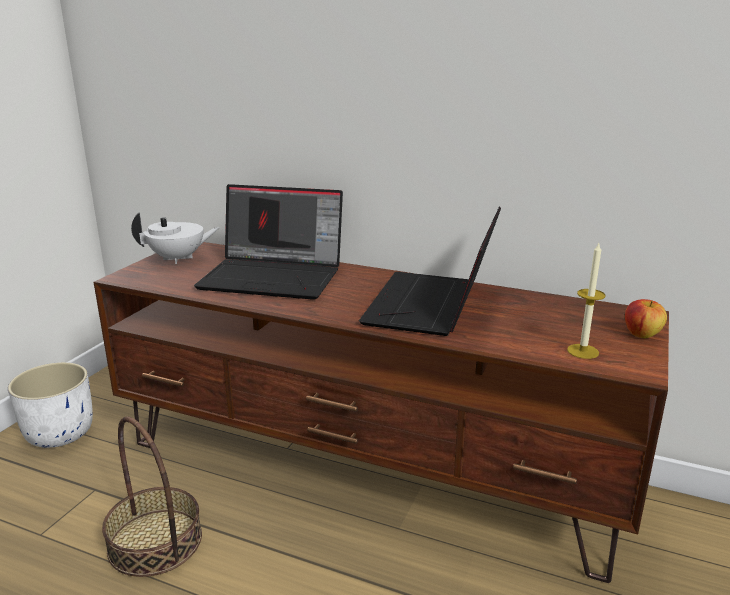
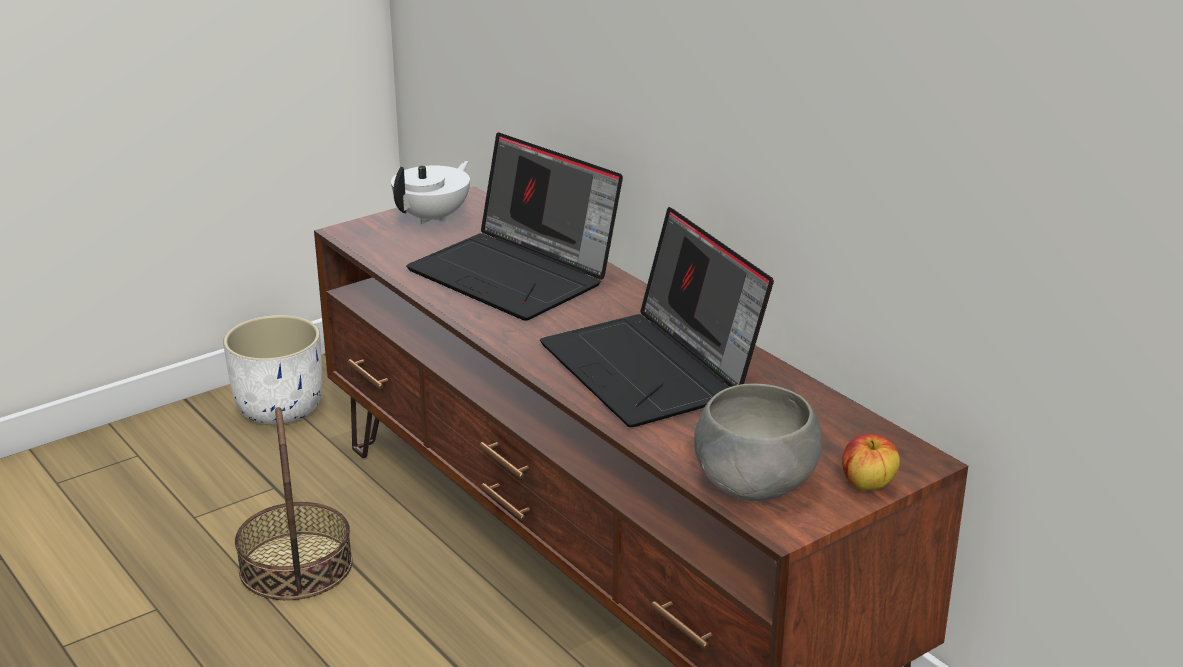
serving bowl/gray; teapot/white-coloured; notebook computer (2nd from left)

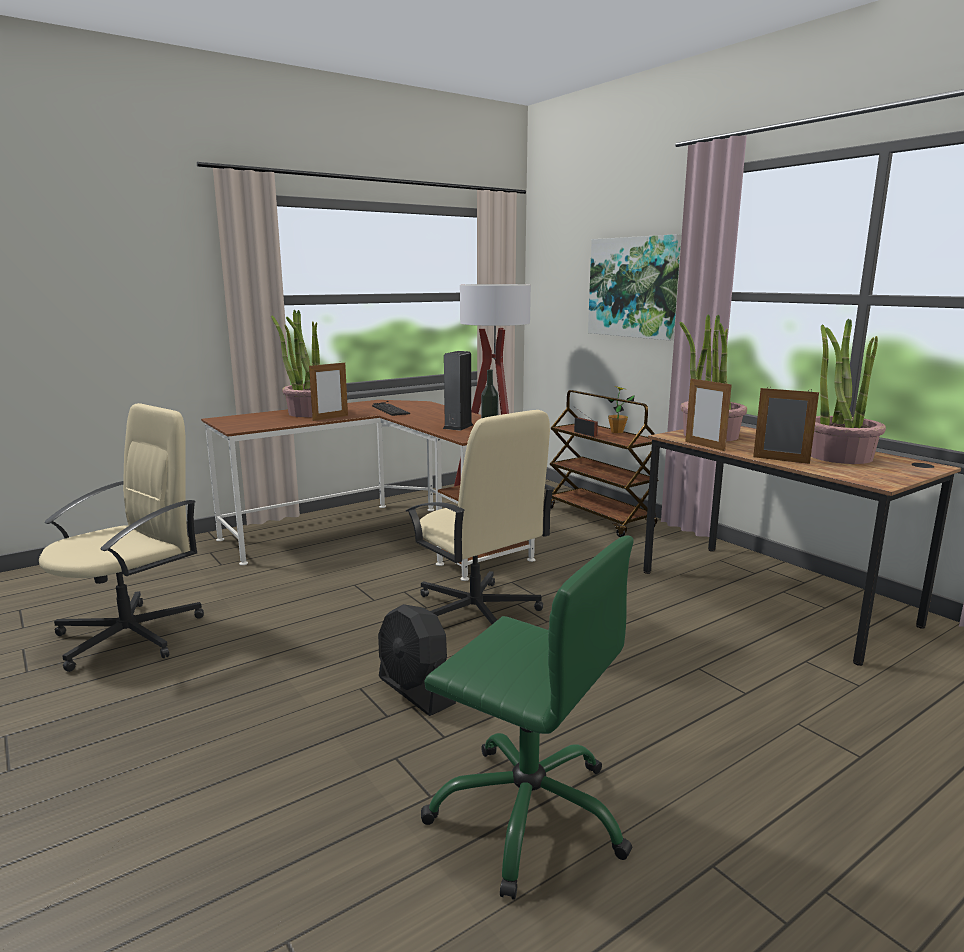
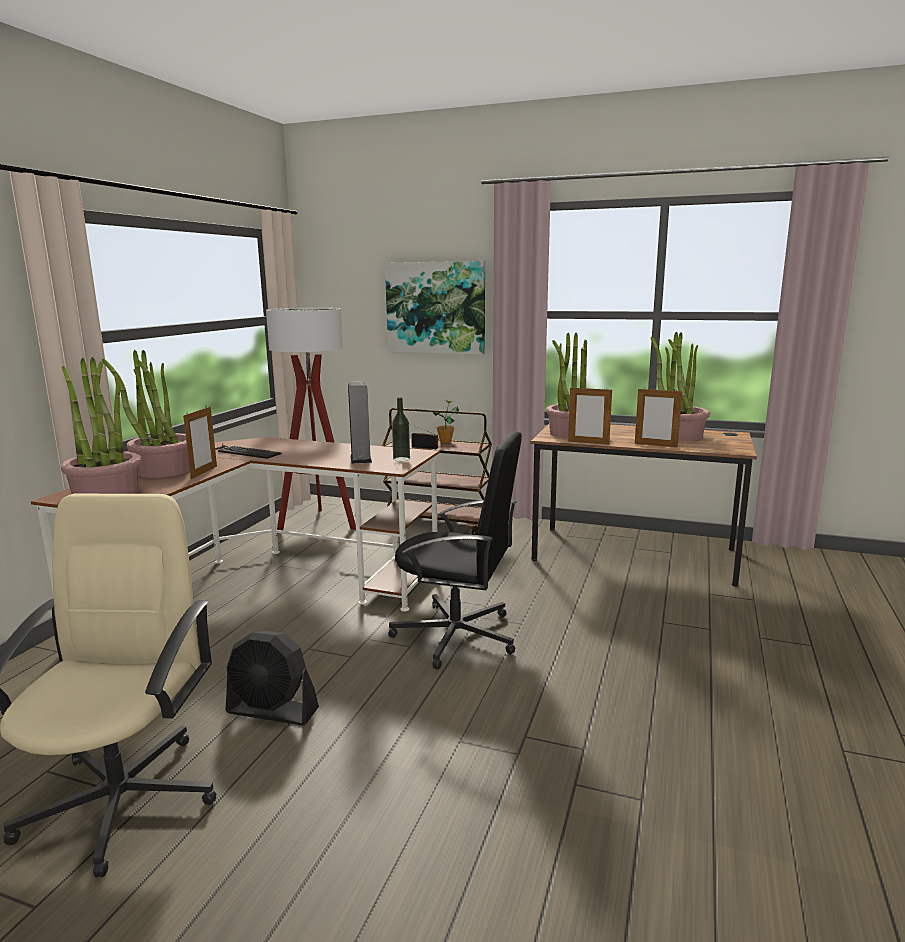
desk chair/green-coloured; houseplant (1st from left); electric fan/black; desk chair/black; picture frame (3rd from left)

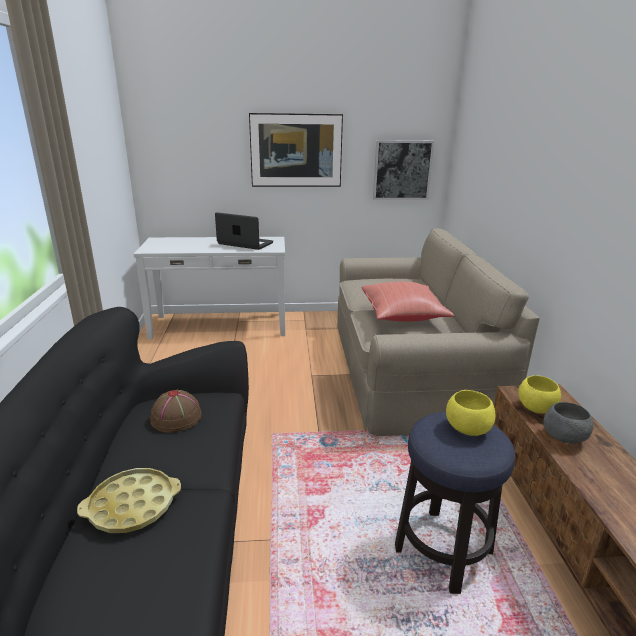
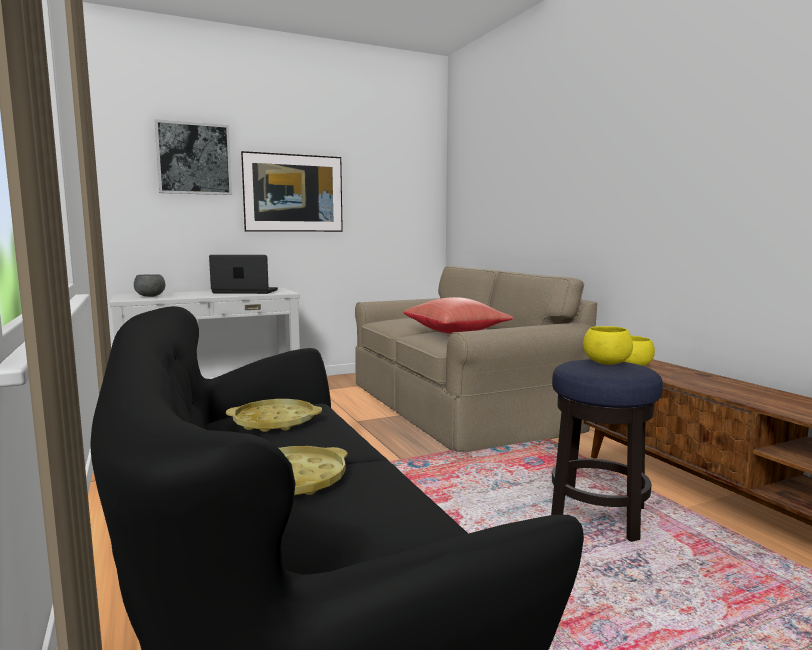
picture (1st from left); serving bowl/gray; serving tray/yellowish (1st from left)

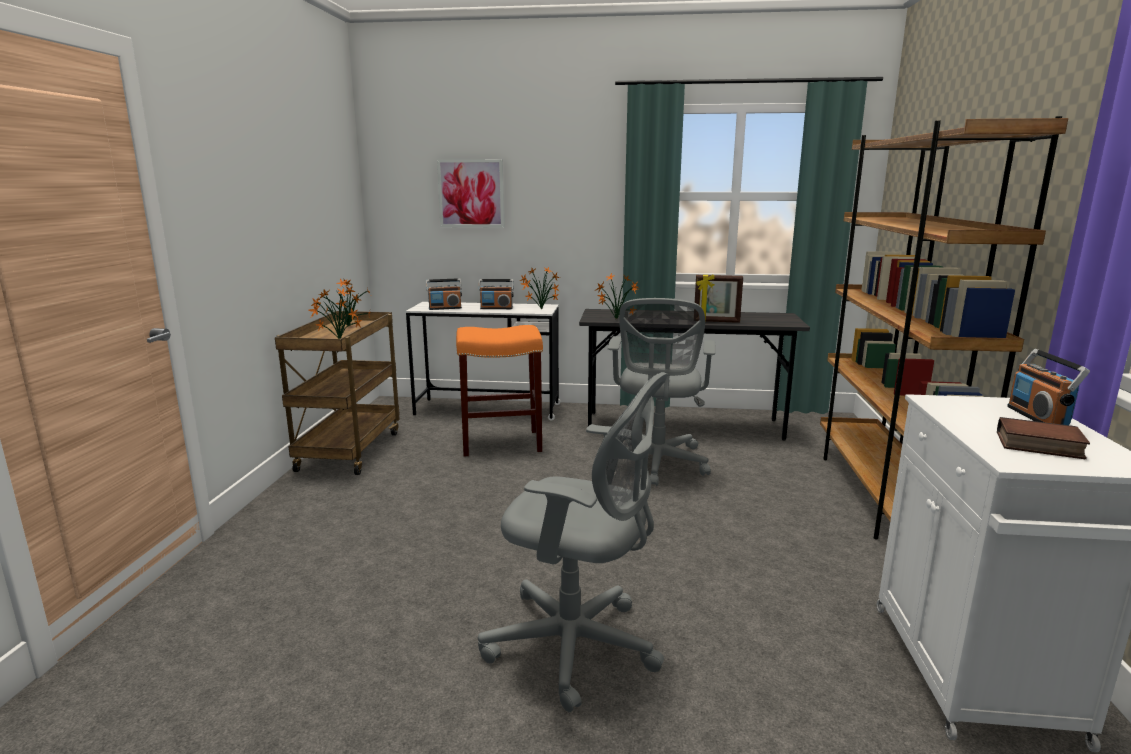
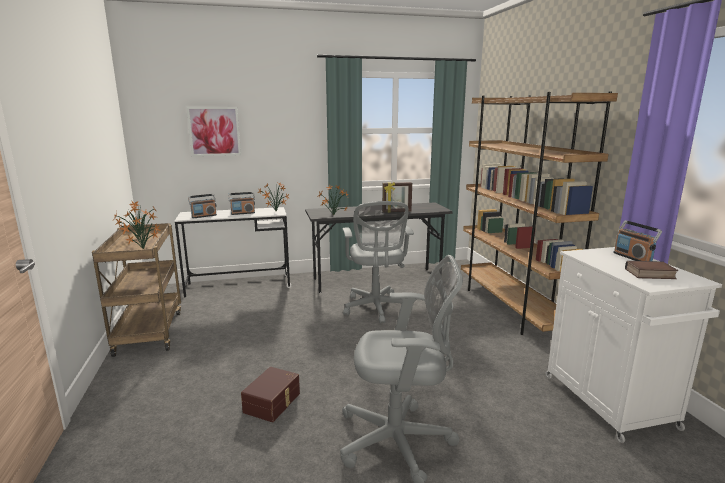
stool seat/orangey; storage box/brownish

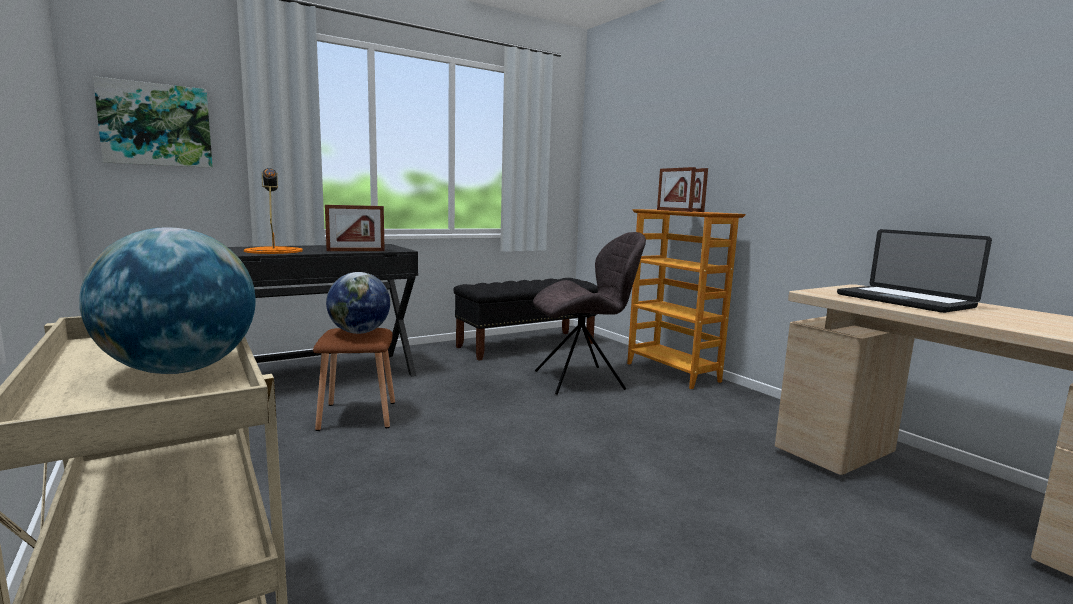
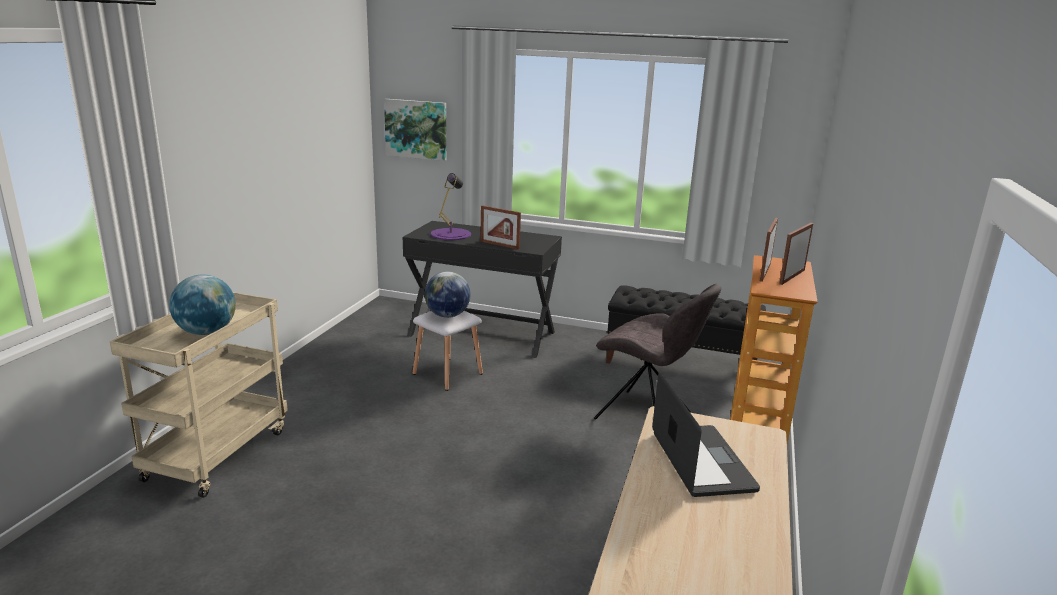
lamp for a table/purplish; stool seat/white-coloured; notebook computer

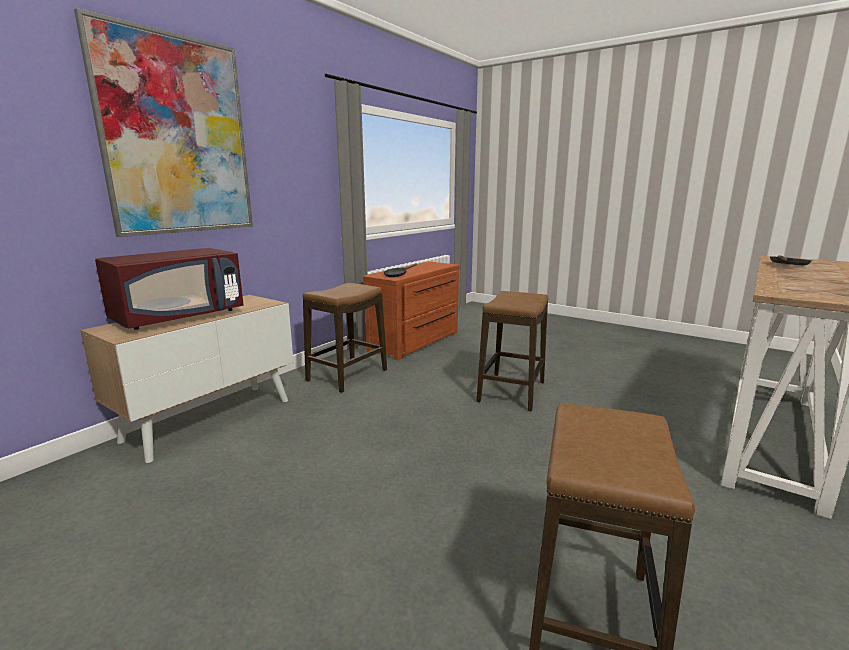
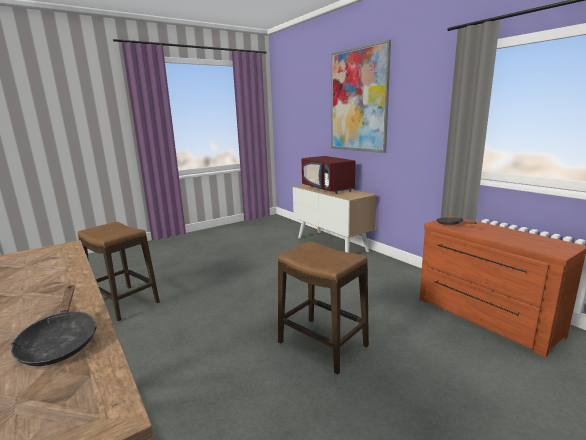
stool seat (1st from left in the first image)

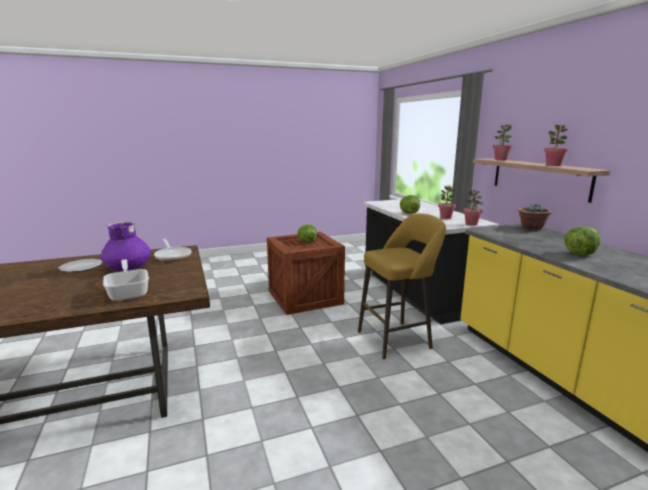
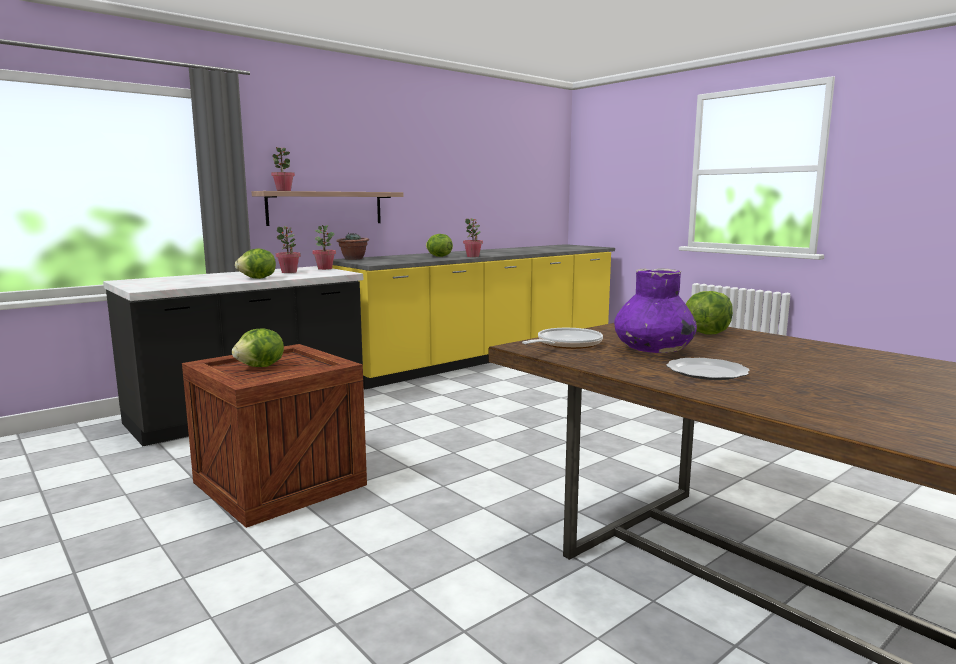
stool seat/yellowish; houseplant (5th from left); lettuce head (4th from left)

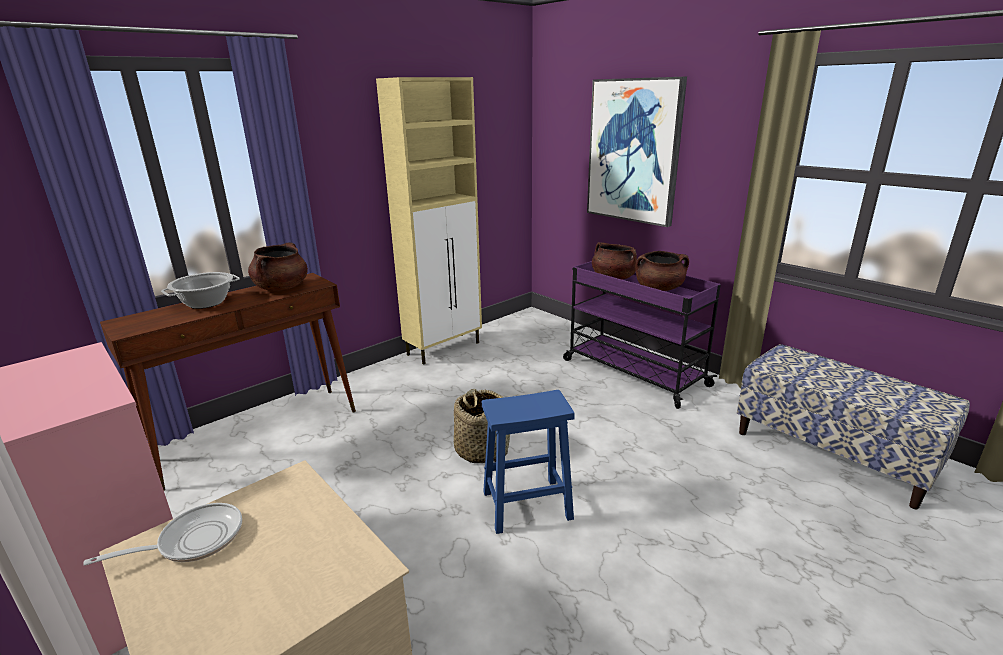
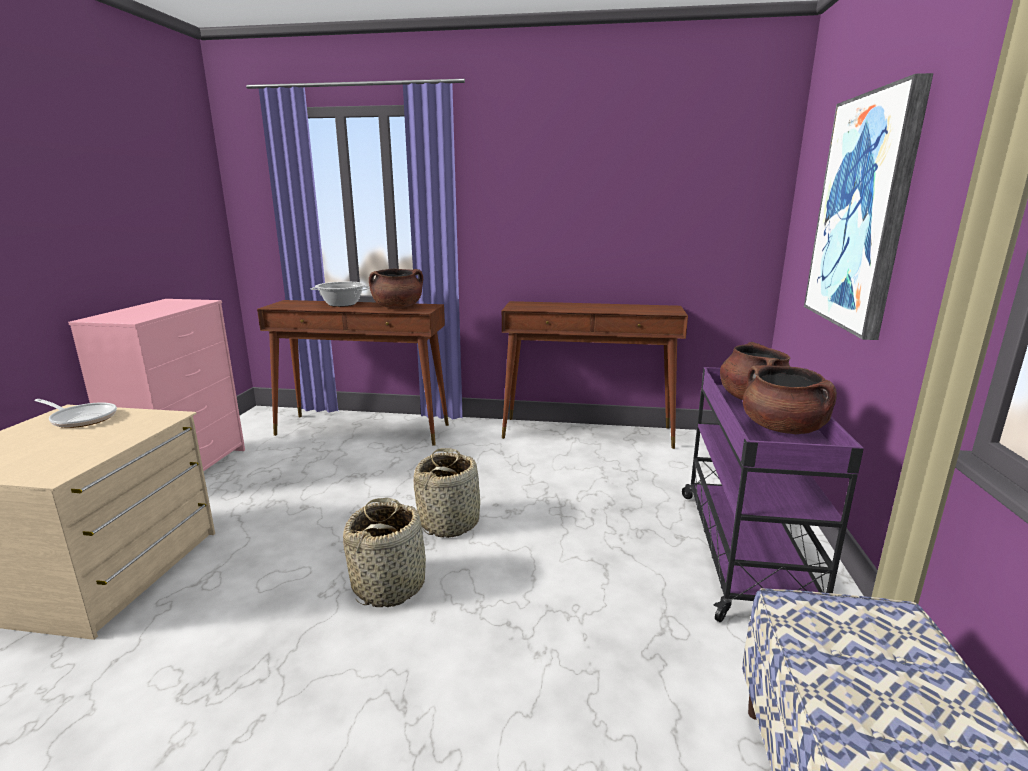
console table/brownish (2nd from left); household basket (1st from left)

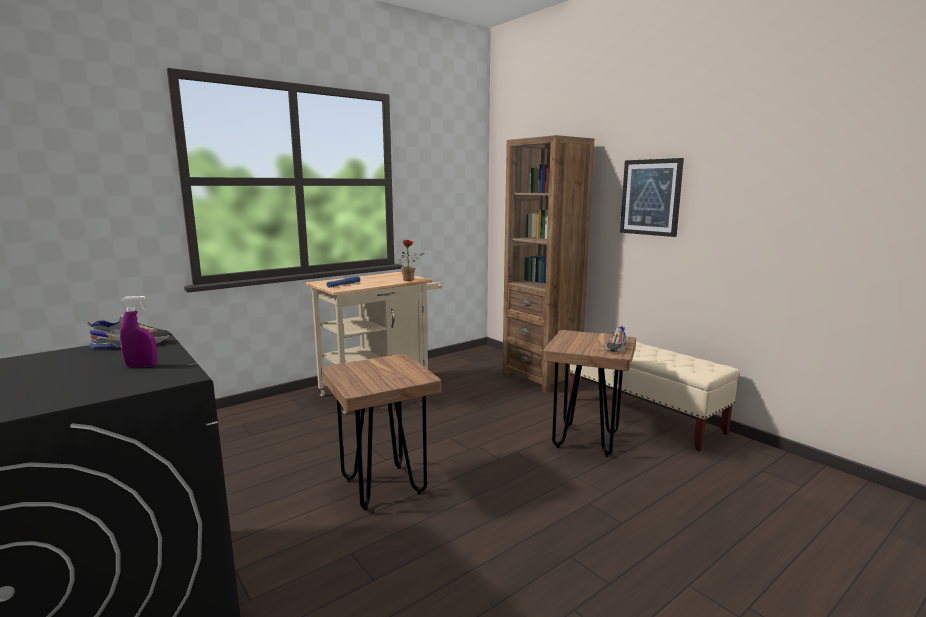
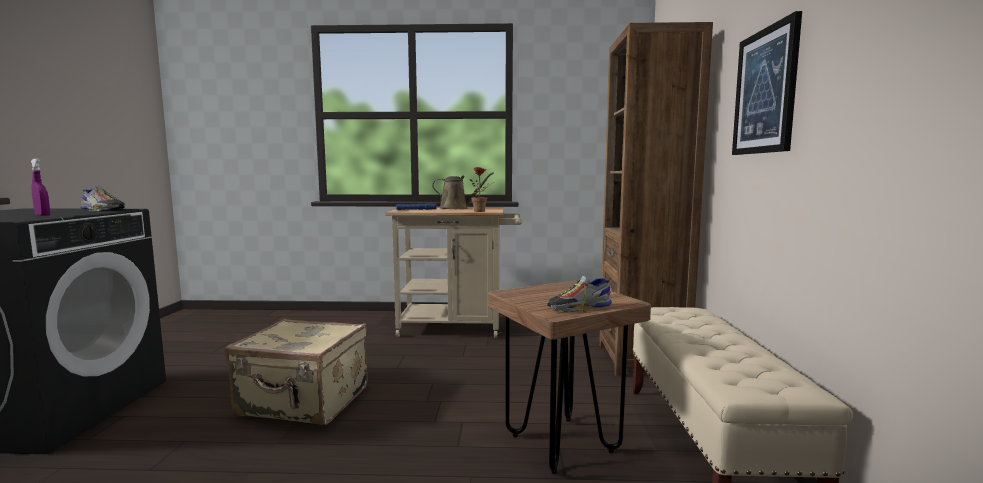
watering pot/brownish; travel case/beige-coloured

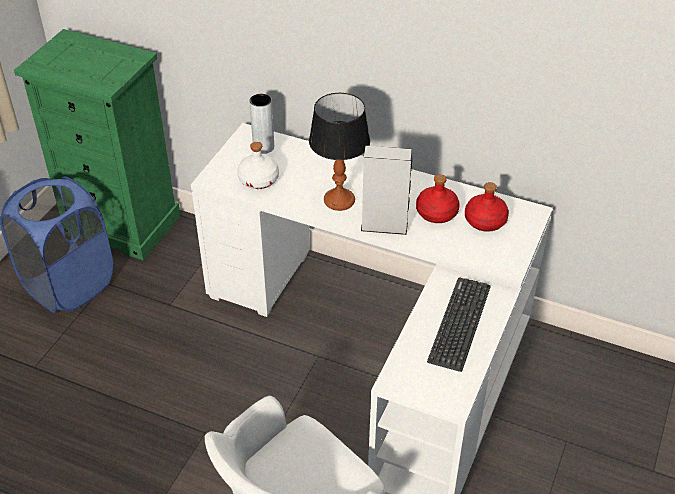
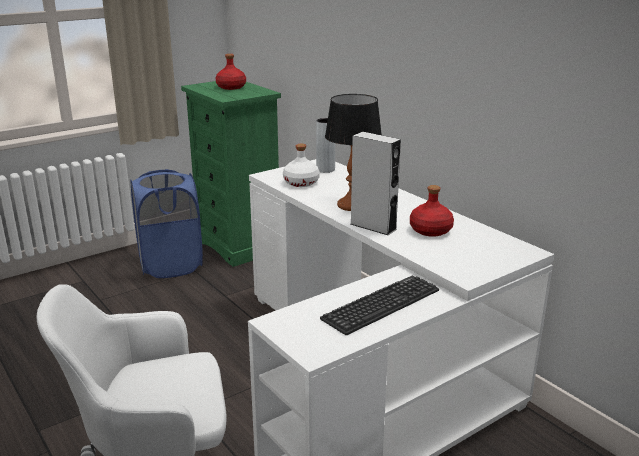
beverage bottle/red-coloured (1st from left)

